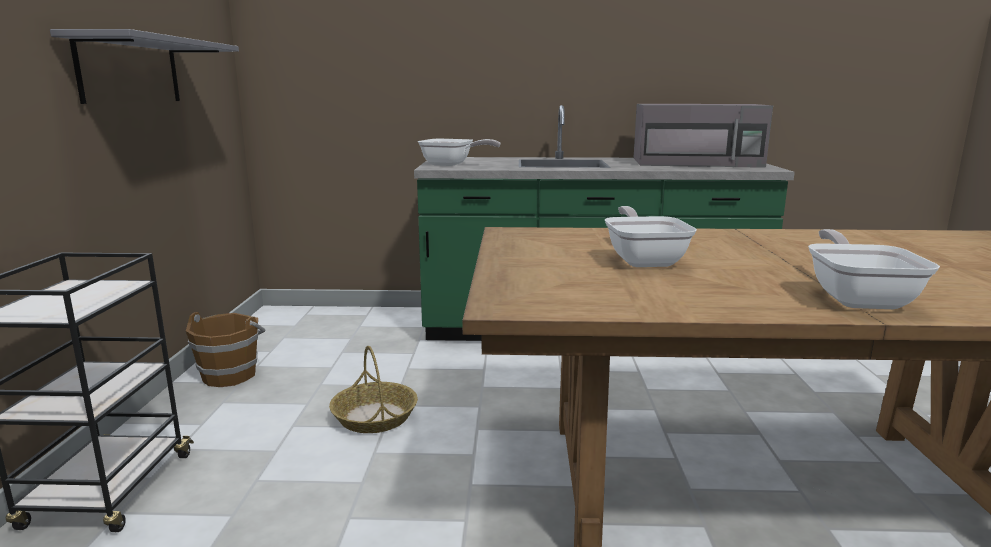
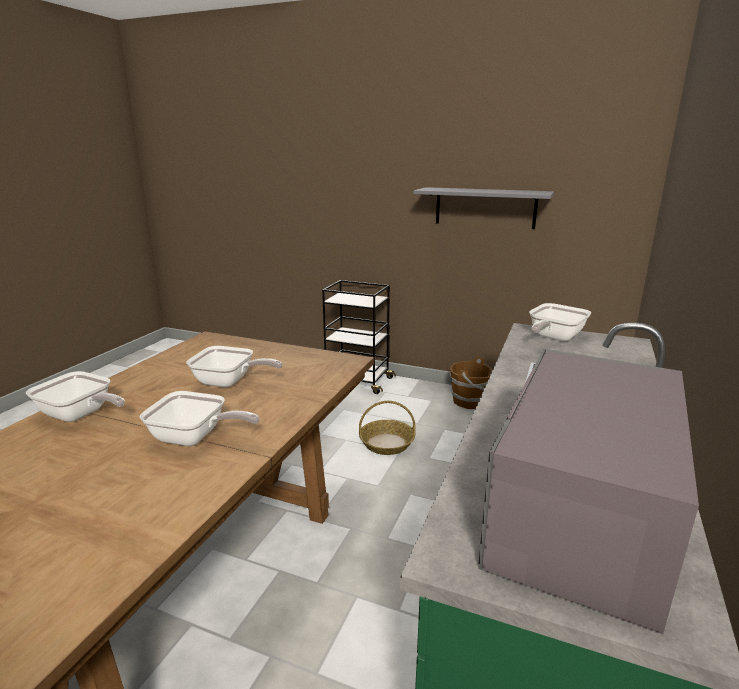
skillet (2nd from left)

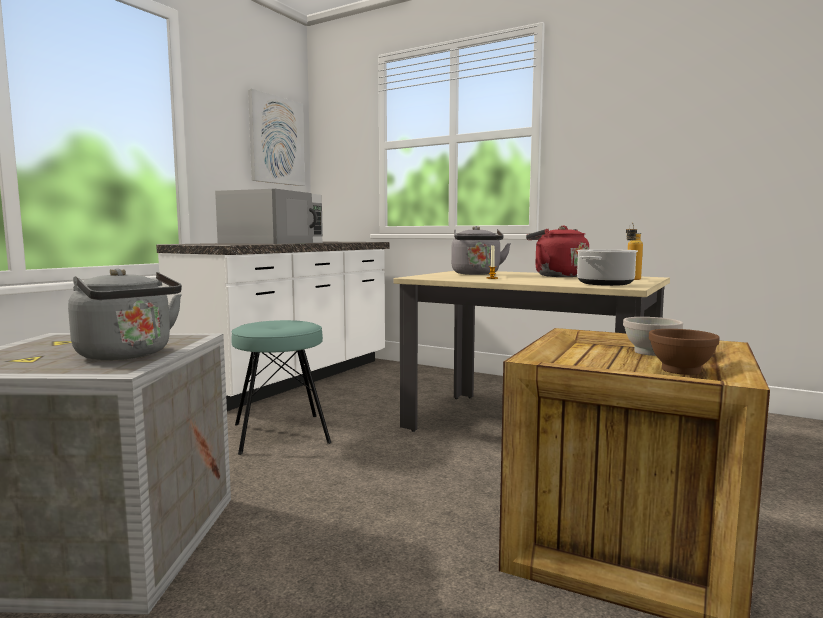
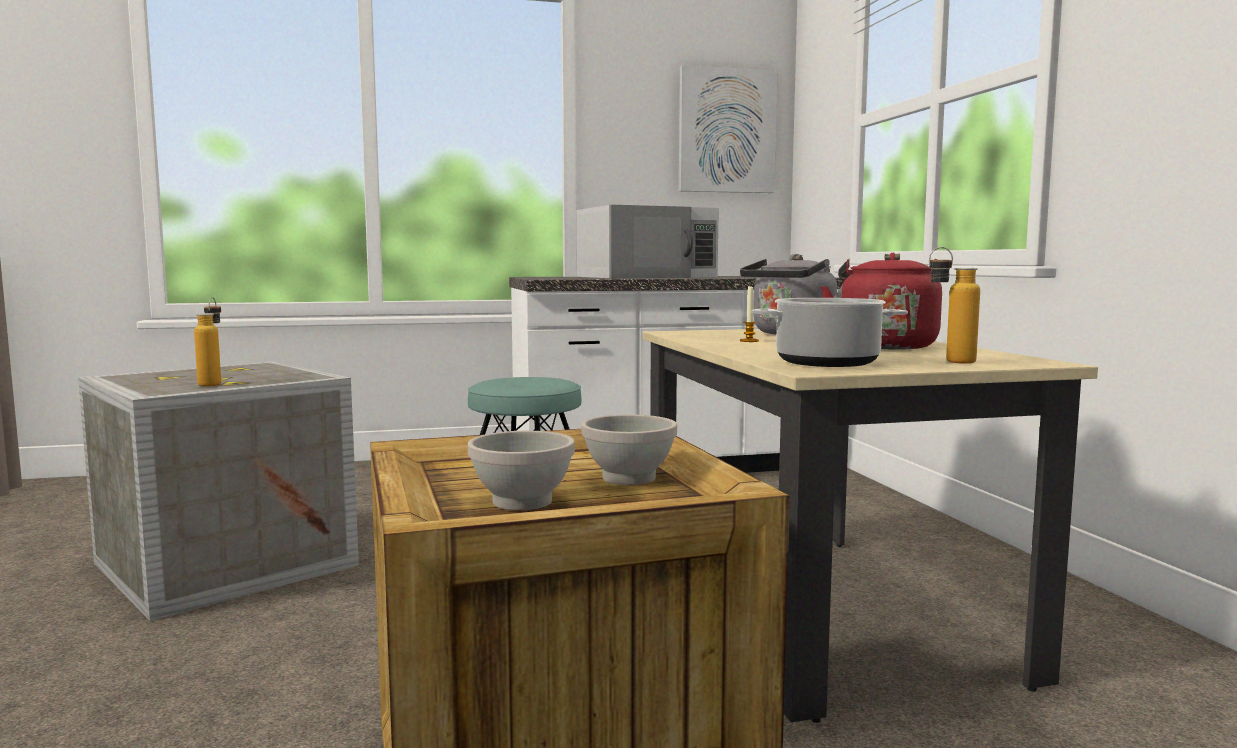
beverage bottle (1st from left); serving bowl/white-coloured (1st from left)

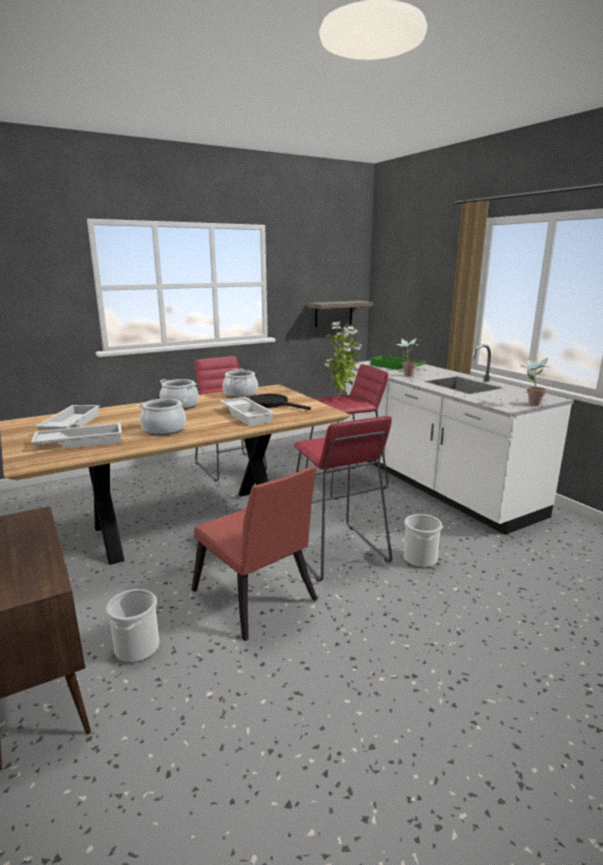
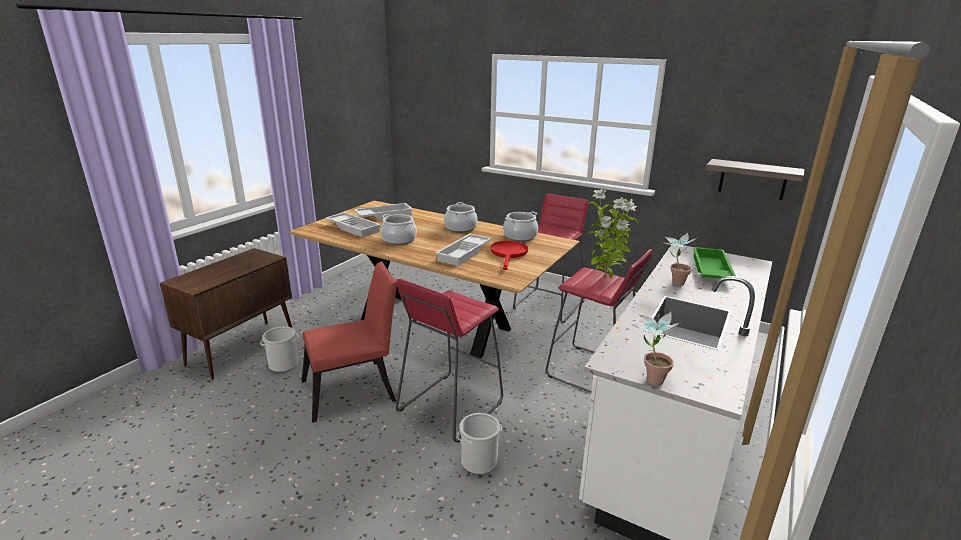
skillet/red-coloured; upright chair/red-coloured

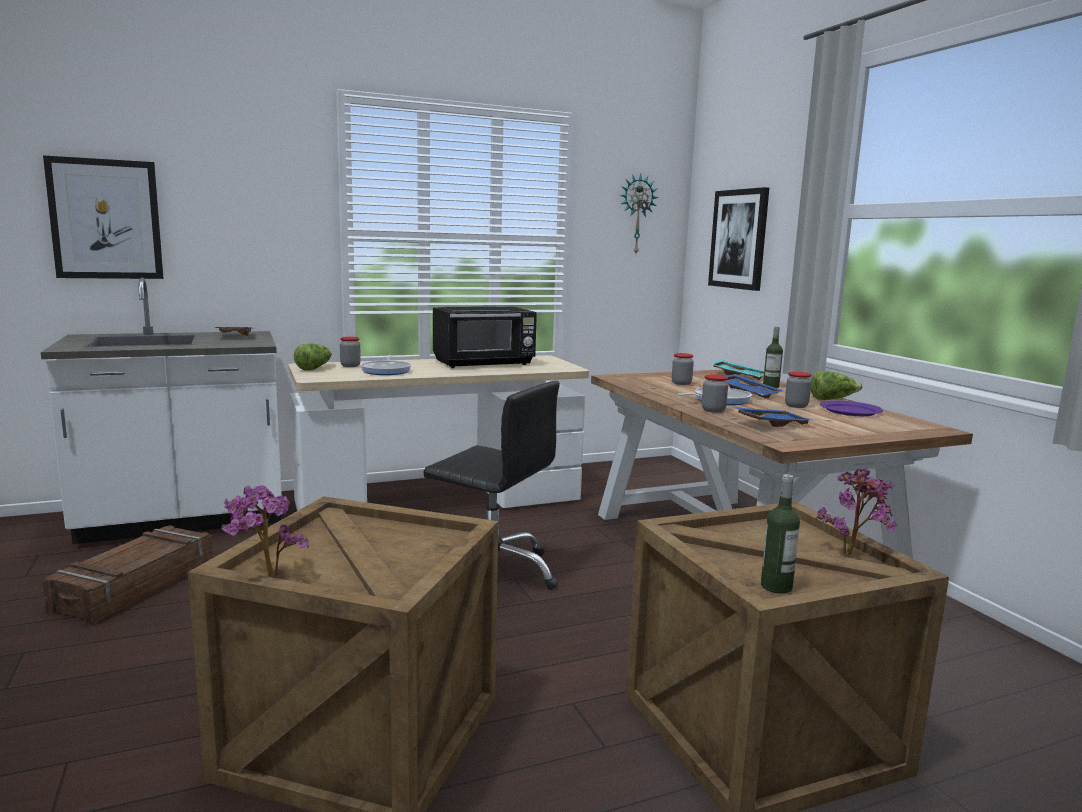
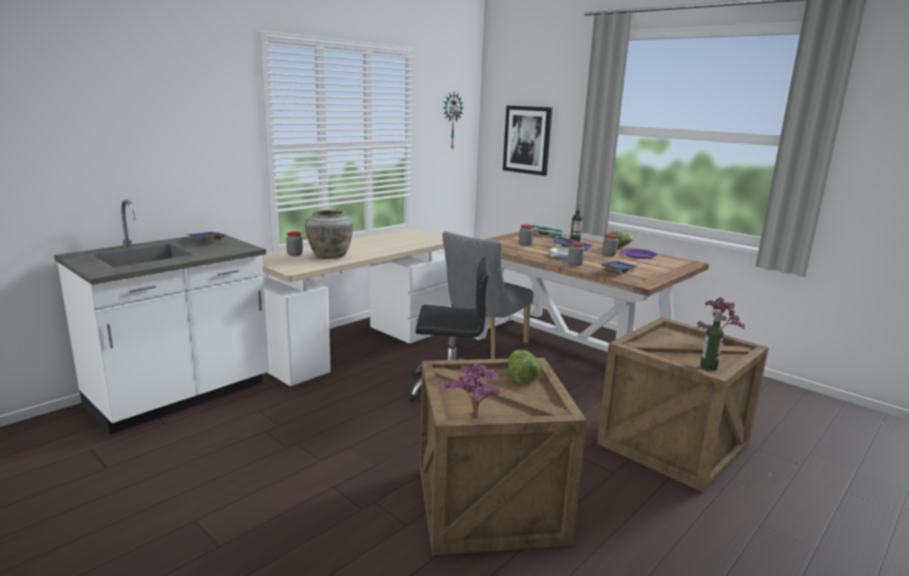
crate (1st from left in the first image); picture (1st from left in the first image); microwave oven/black; upright chair/gray; lettuce head (1st from left); flower vase/beige-coloured

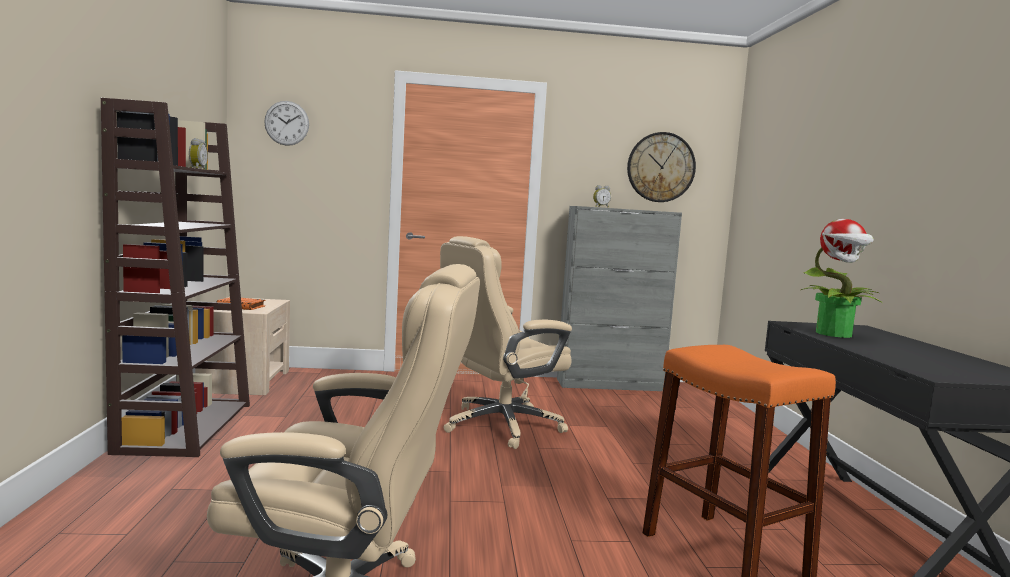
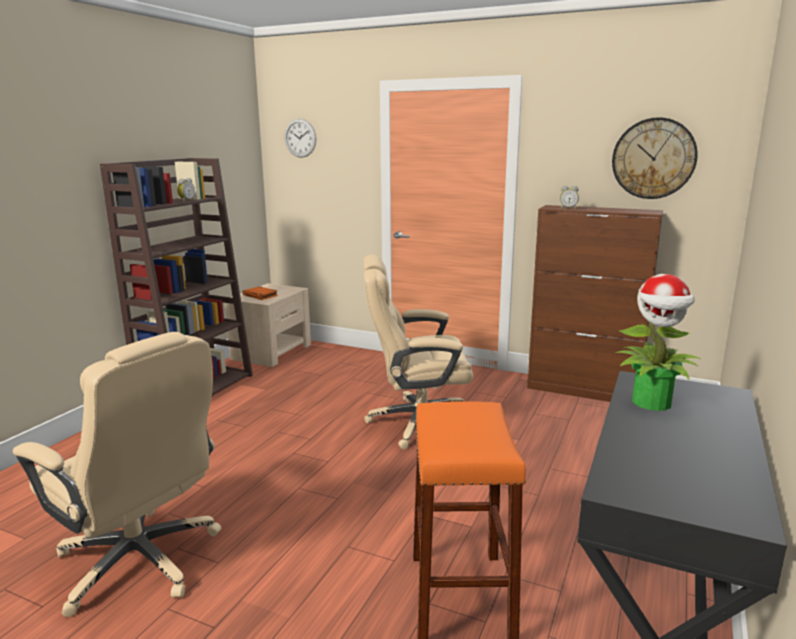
storage cabinet/brownish

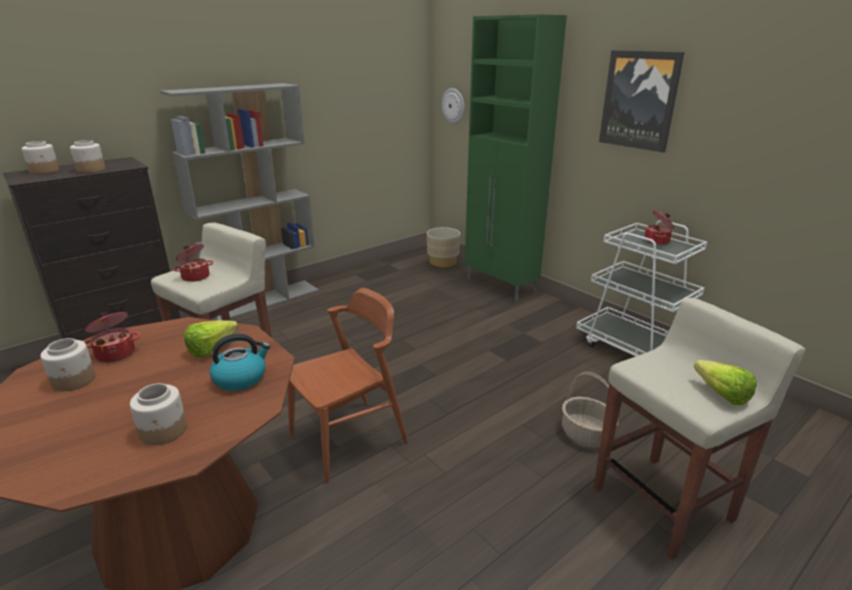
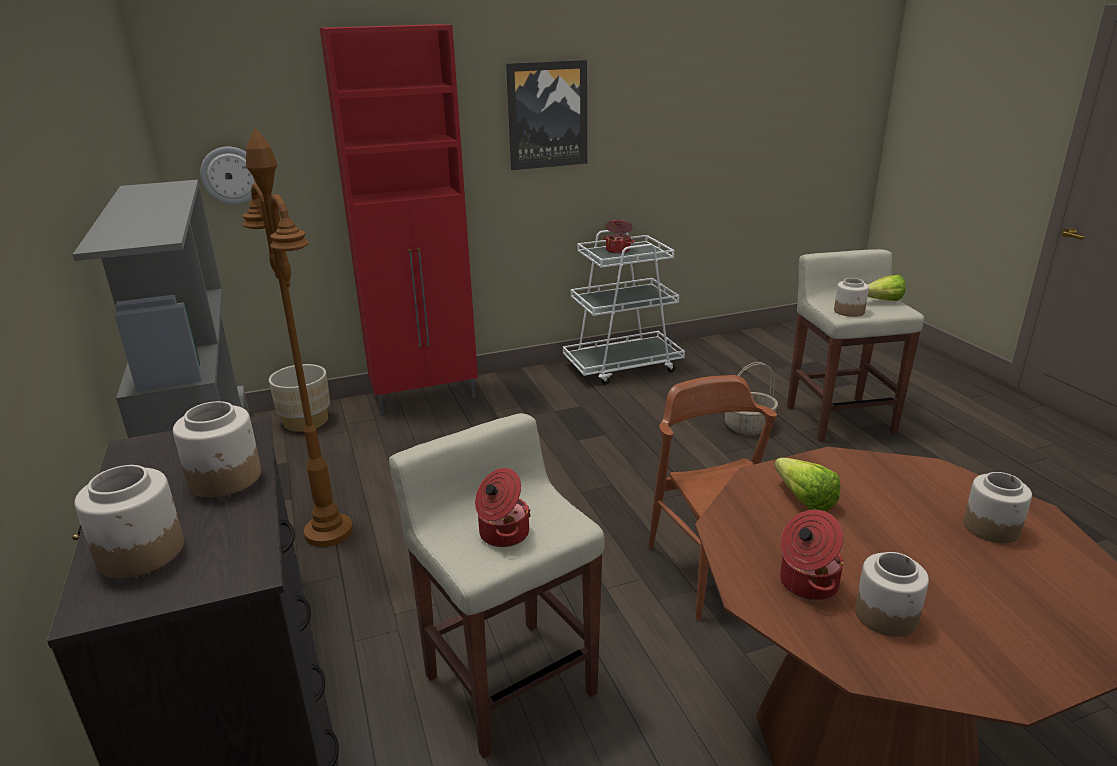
tea kettle; standing lamp/brownish; jar (3rd from left); storage cabinet/red-coloured

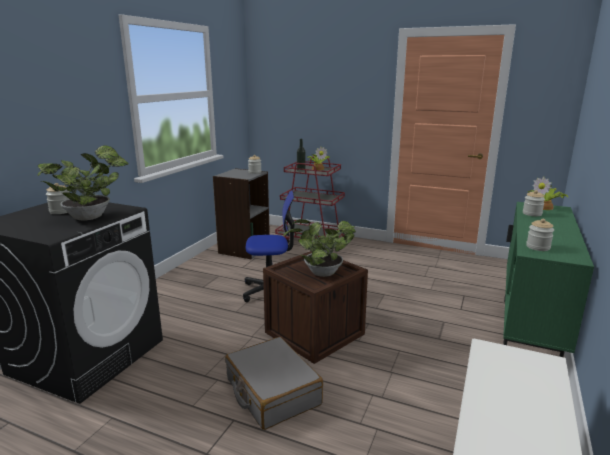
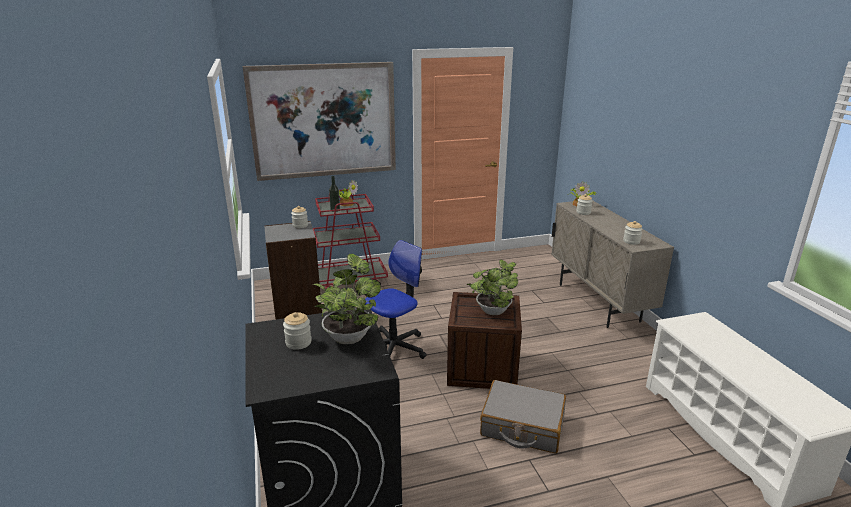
picture; storage cabinet/beige-coloured

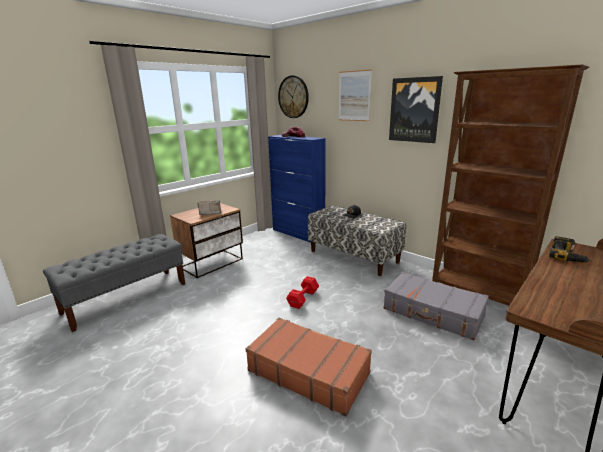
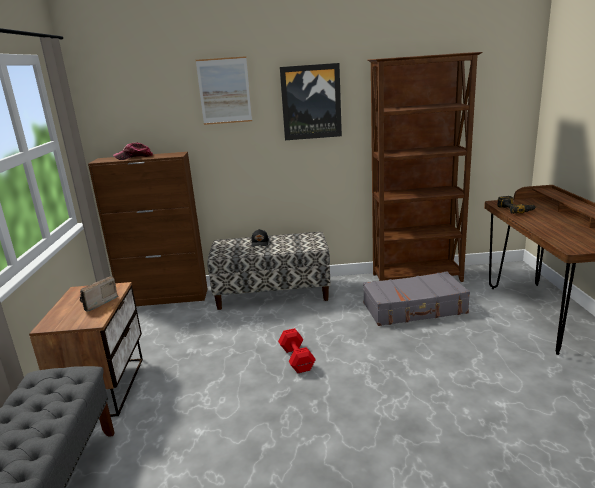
travel case/brownish; wall clock; storage cabinet/brownish

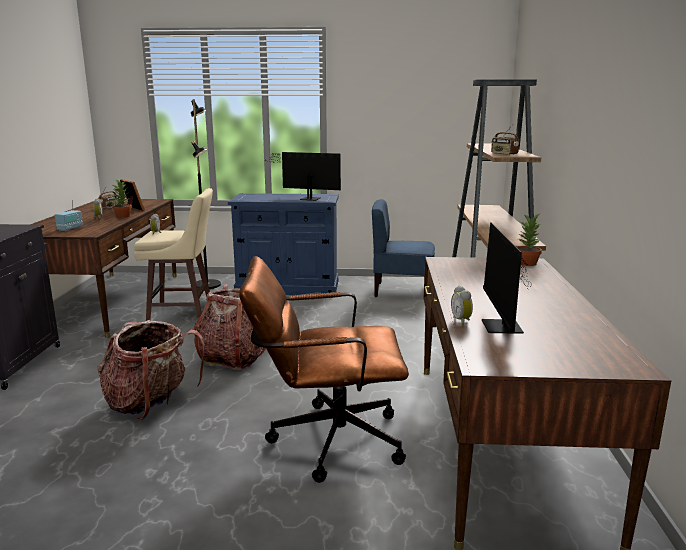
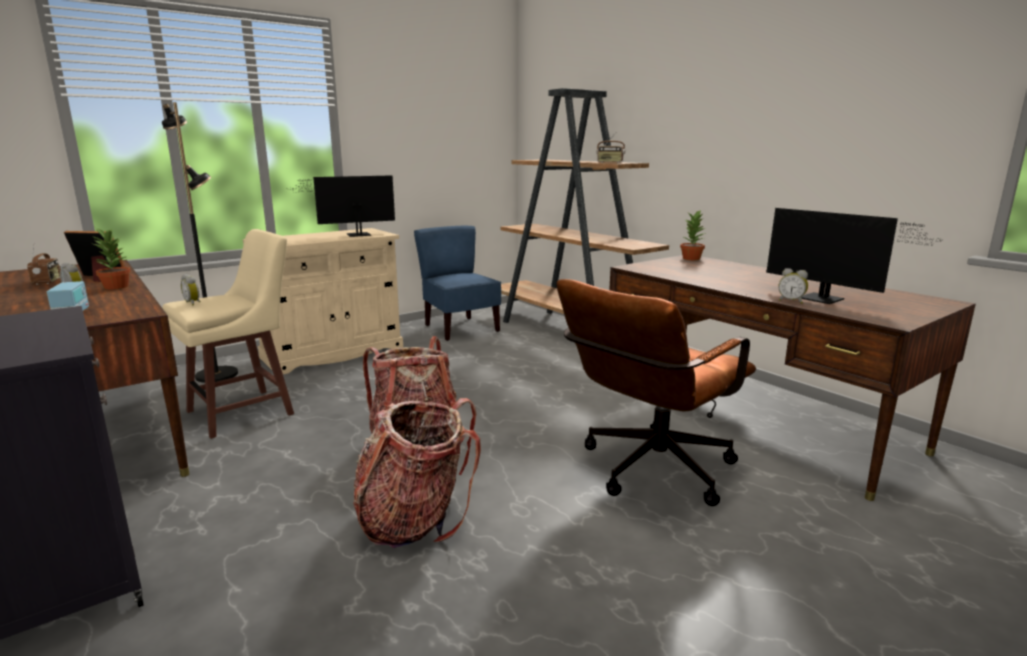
storage cabinet/beige-coloured; upright chair/blue-coloured

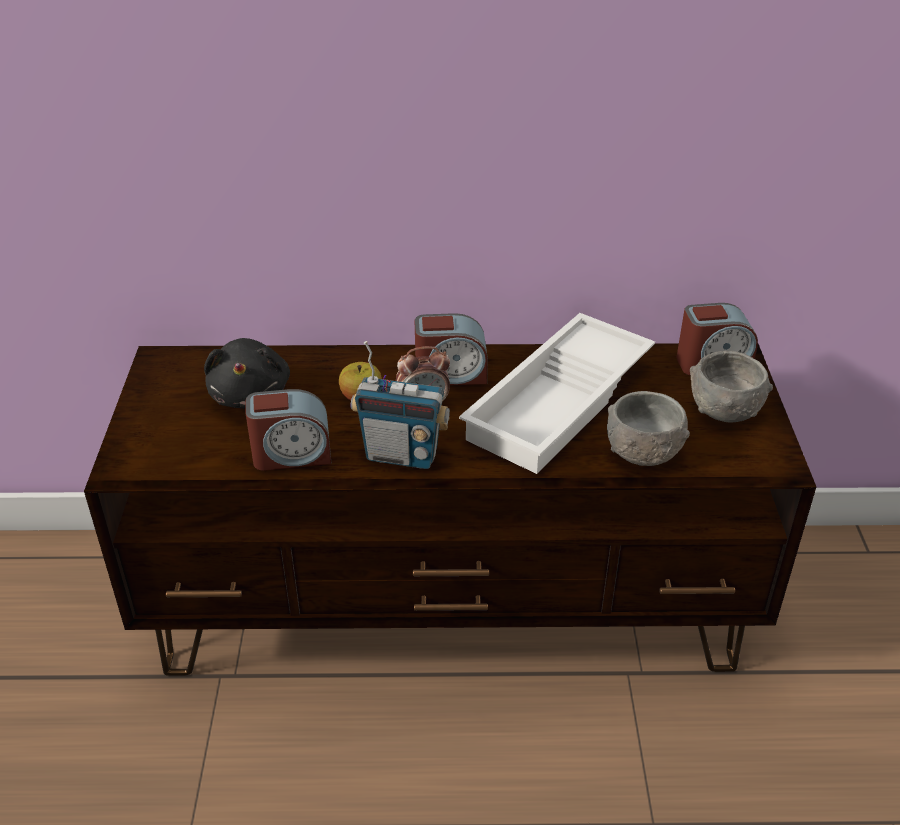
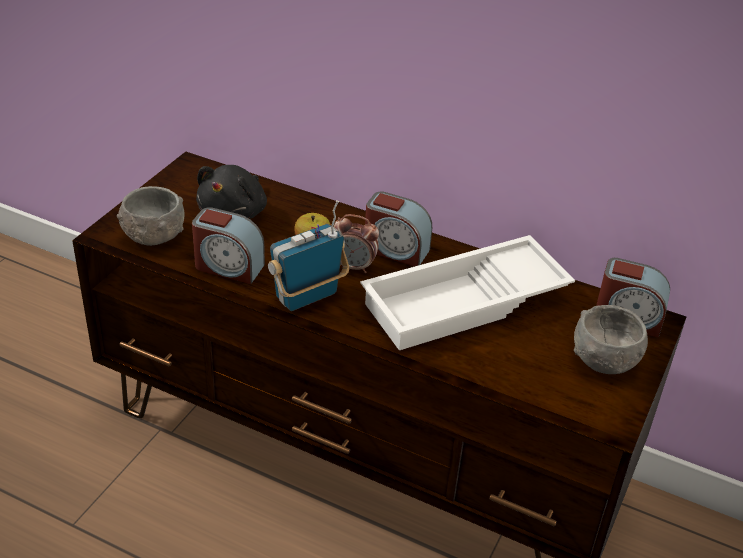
serving bowl/gray (1st from left); radio

